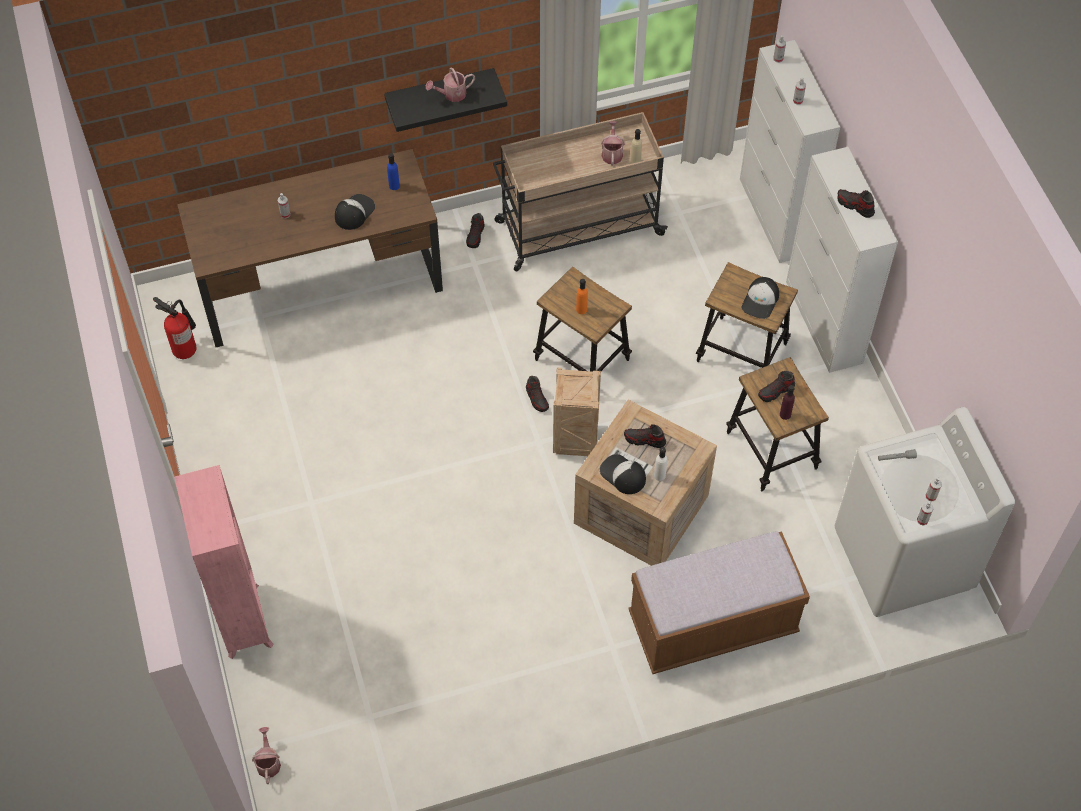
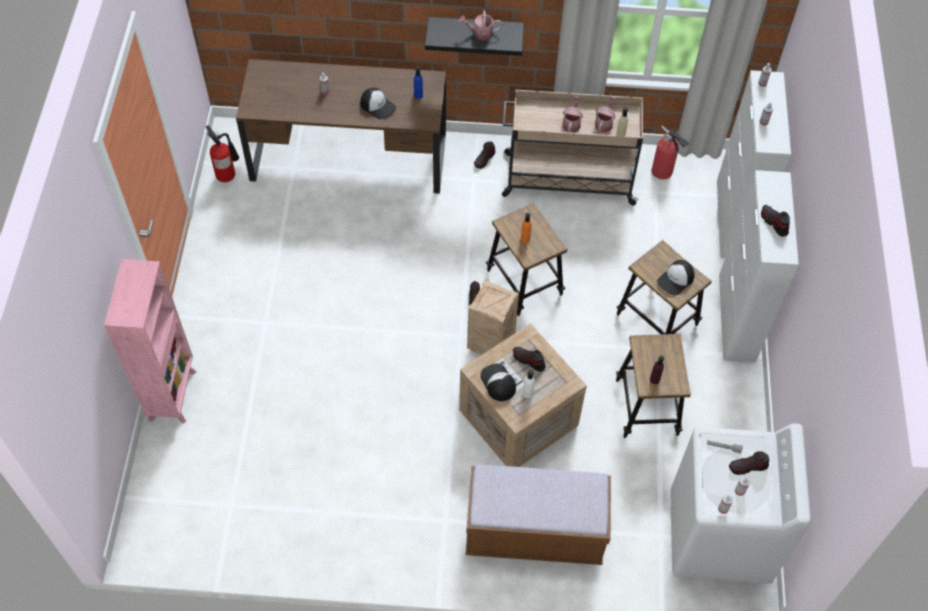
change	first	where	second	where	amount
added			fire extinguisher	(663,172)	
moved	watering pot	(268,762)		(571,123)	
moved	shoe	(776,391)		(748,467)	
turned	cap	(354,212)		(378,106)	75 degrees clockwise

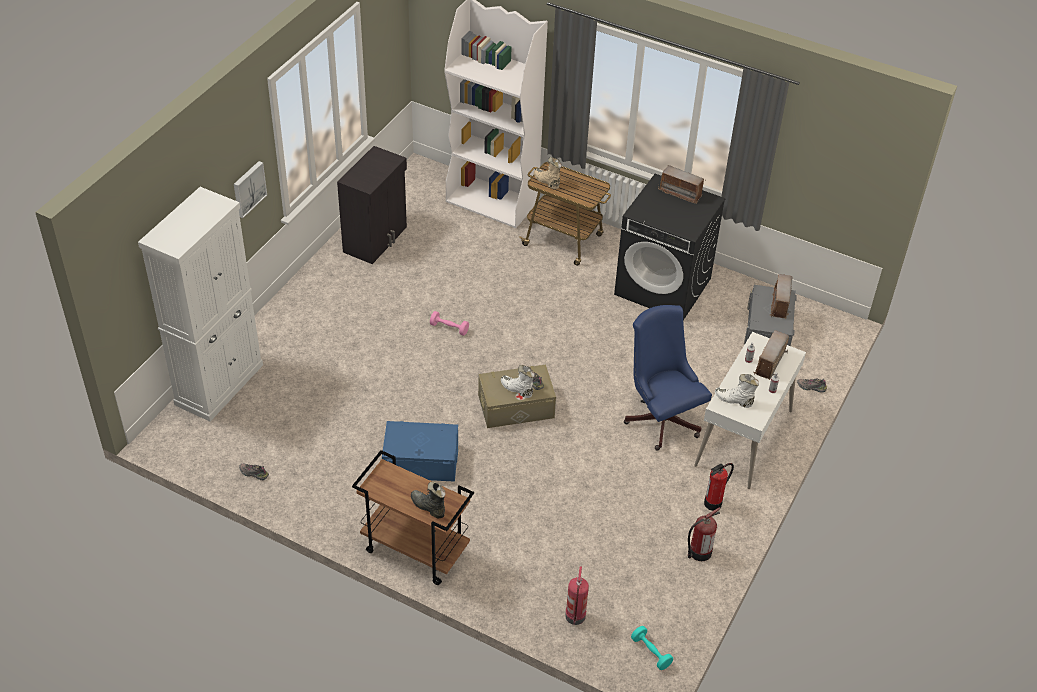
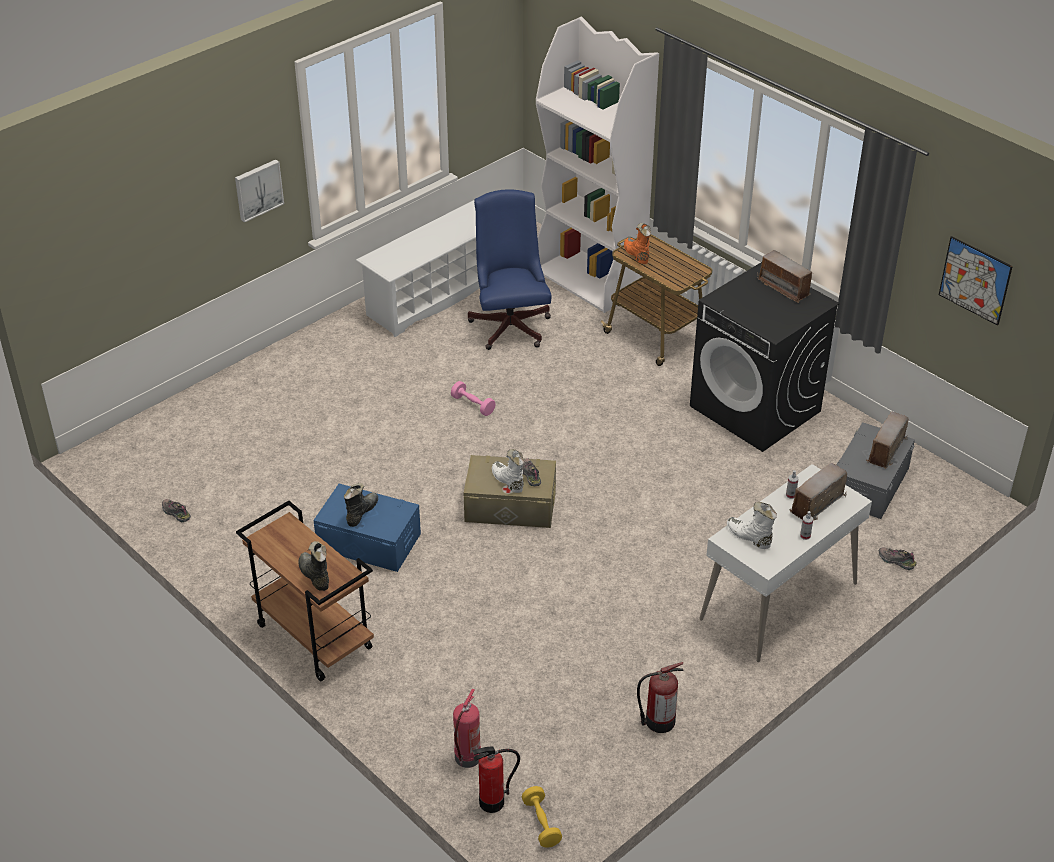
change	first	where	second	where	amount
removed	white-coloured cabinet	(219,384)			
added			black-coloured tall boot	(361,513)	
added			picture	(975,280)	
moved	blue office chair	(661,417)		(510,323)	
moved	fire extinguisher	(713,503)		(492,802)	
replaced	black-coloured cabinet	(376,239)	white-coloured shoe rack	(435,296)	
recoloured	beige tall boot	(546,181)	orangey tall boot	(636,254)	
recoloured	turquoise dumbbell	(651,652)	yellowish dumbbell	(541,823)	

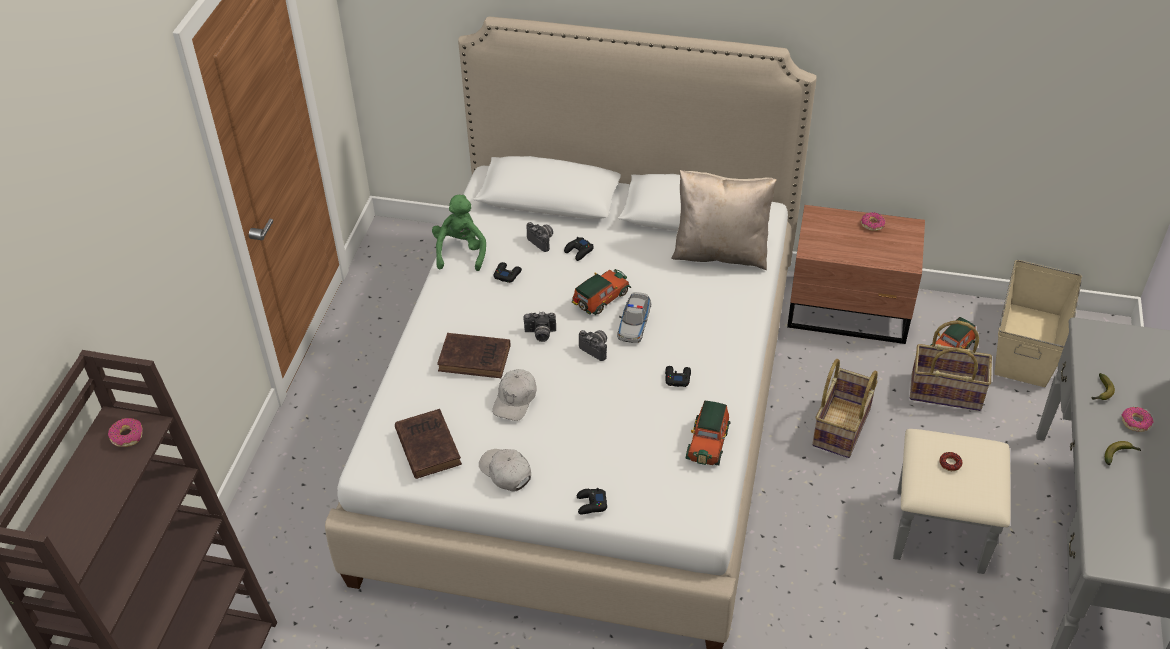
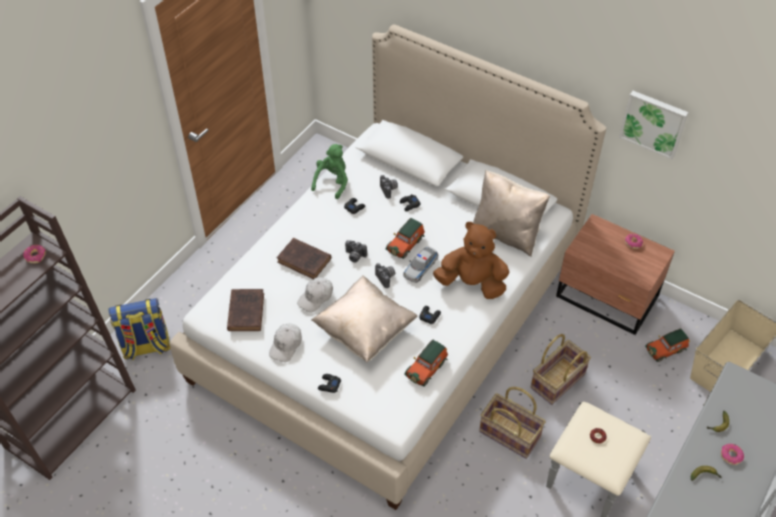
change	first	where	second	where	amount
added			knapsack	(146,347)	
added			beige throw pillow	(365,331)	
added			brown-coloured soft toy	(472,283)	
added			picture	(654,123)	
moved	household basket	(946,391)		(510,434)	
turned	white-coloured cap	(505,472)		(286,345)	135 degrees counterclockwise
turned	toy car	(600,299)		(406,244)	150 degrees clockwise

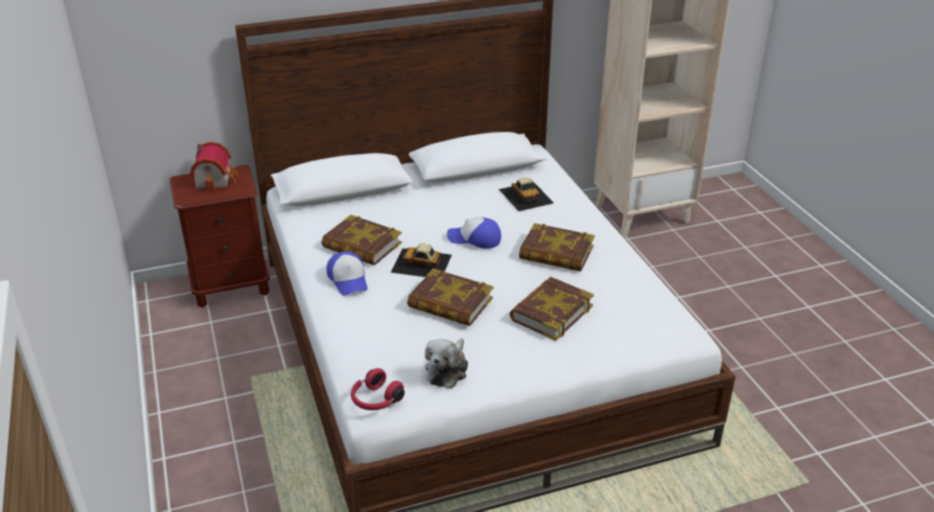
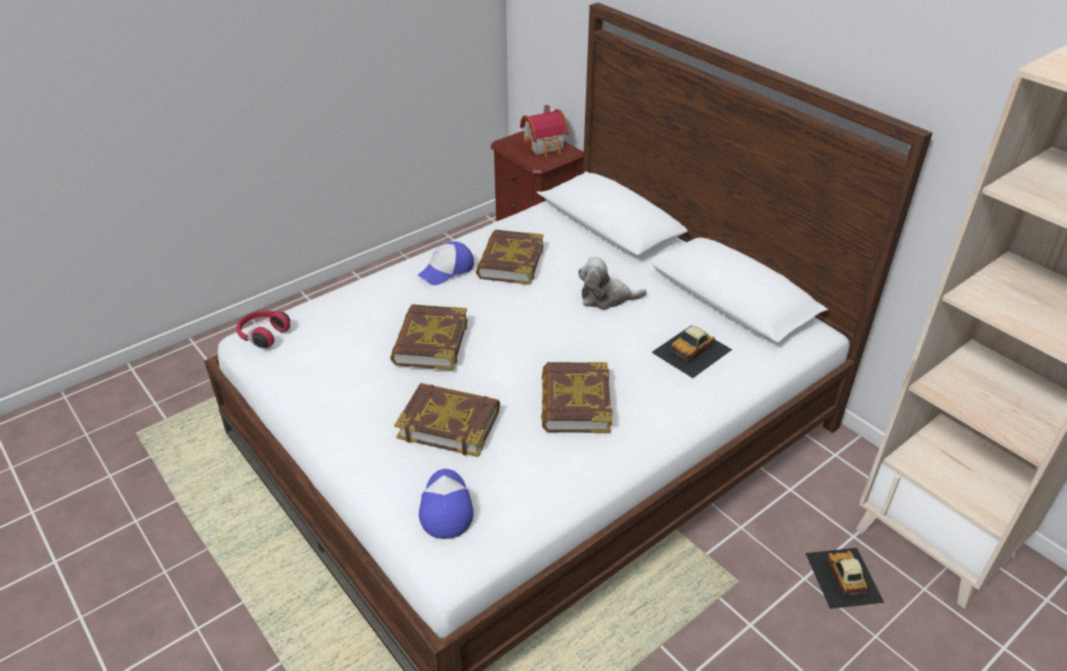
change	first	where	second	where	amount
moved	toy car	(421,263)		(843,577)	
moved	soft toy	(447,370)		(606,298)	
moved	cap	(474,239)		(445,507)	

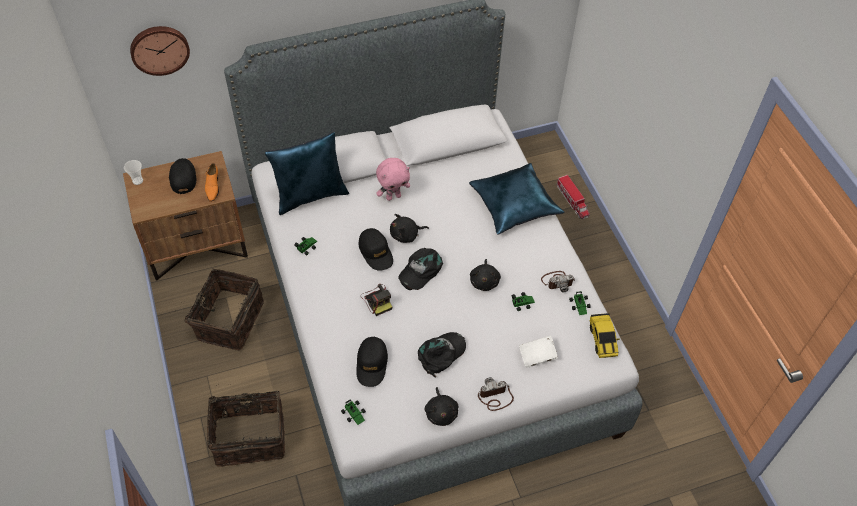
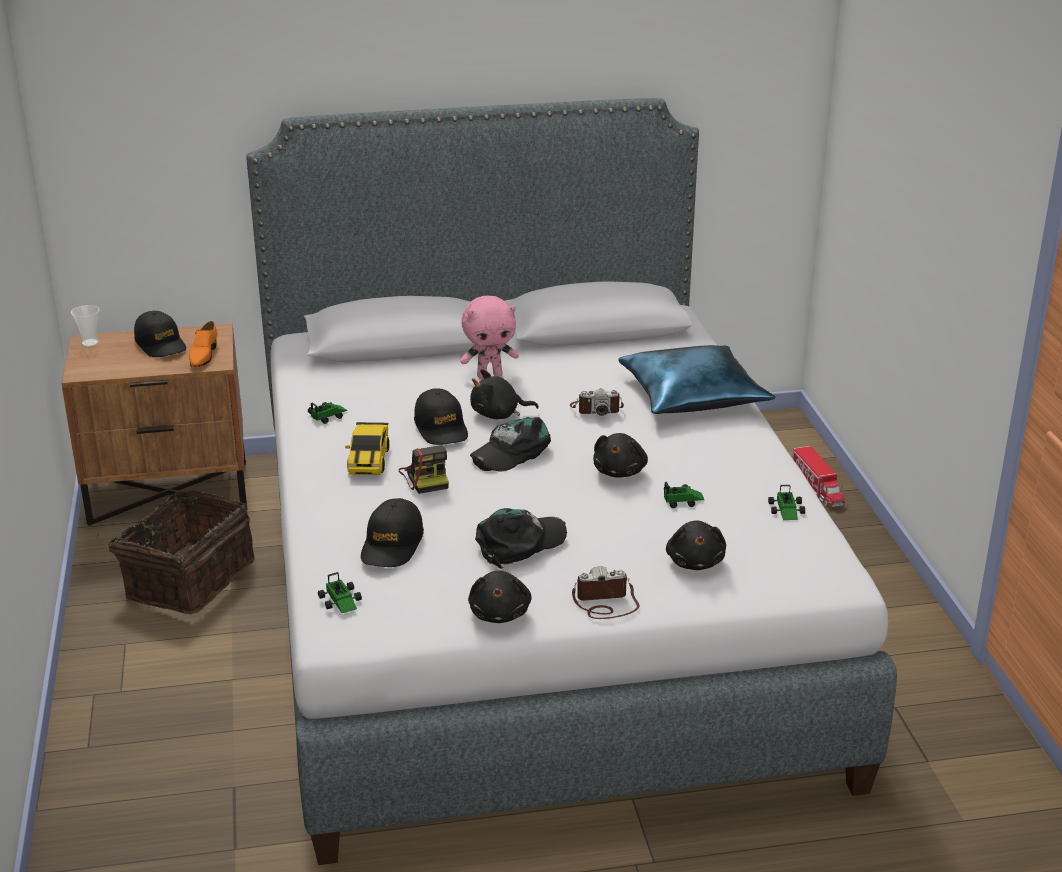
change	first	where	second	where	amount
removed	hanging clock	(159,49)			
removed	household basket	(250,436)			
removed	blue throw pillow	(310,195)			
moved	photo camera	(557,281)		(596,409)	
moved	toy car	(602,339)		(369,460)	
replaced	white-coloured bound book	(537,356)	black-coloured soft toy	(695,562)	
turned	black-coloured cap	(183,177)		(161,344)	150 degrees clockwise

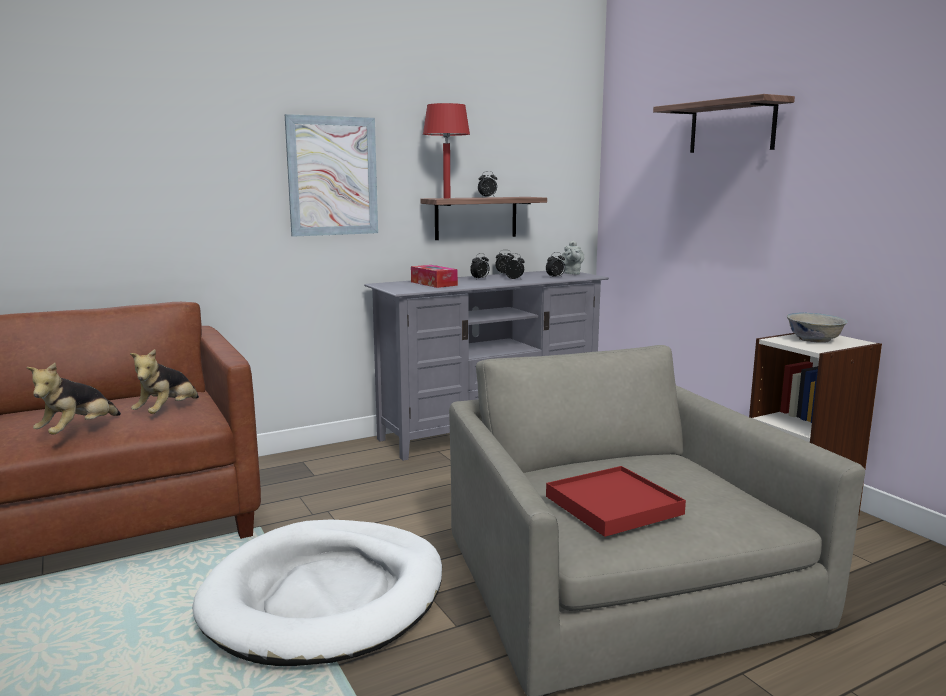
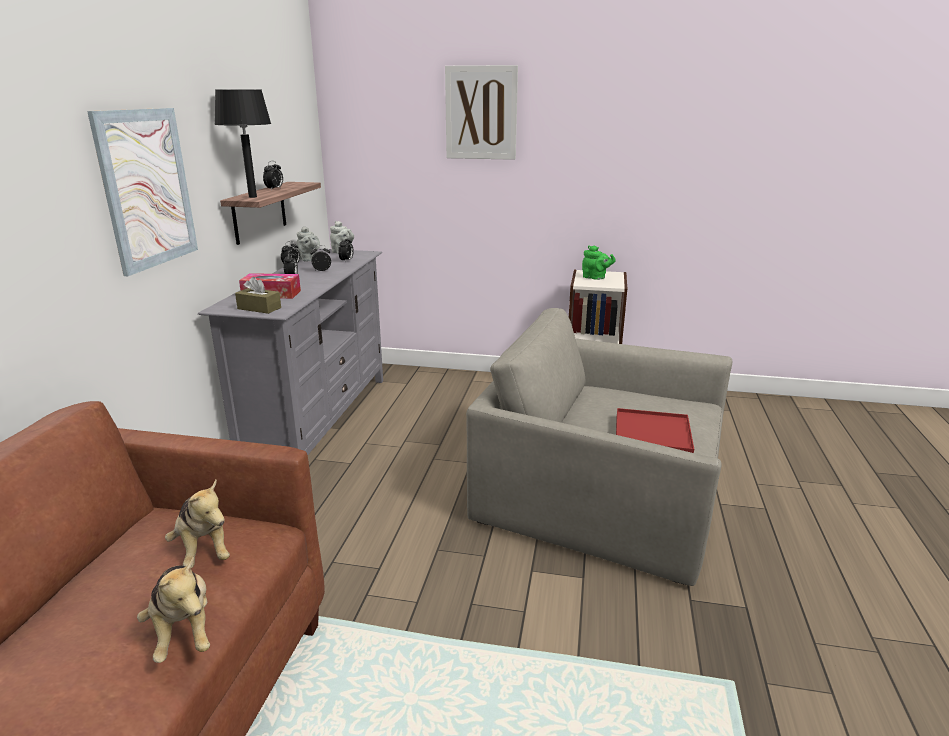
change	first	where	second	where	amount
removed	white-coloured dog bed	(326,596)			
added			brown-coloured tissue box	(259,308)	
added			grey teapot	(309,260)	
replaced	shelf	(732,127)	picture	(481,113)	
replaced	white-coloured bowl	(814,339)	green-coloured teapot	(595,278)	
recoloured	red tabletop lamp	(446,198)	black-coloured tabletop lamp	(253,197)	

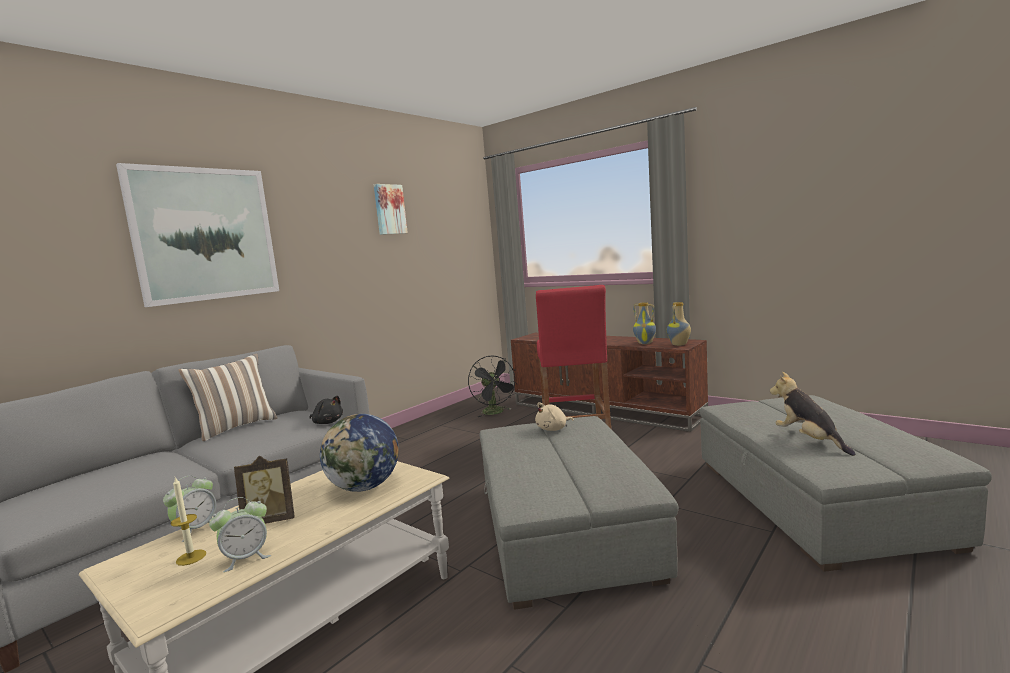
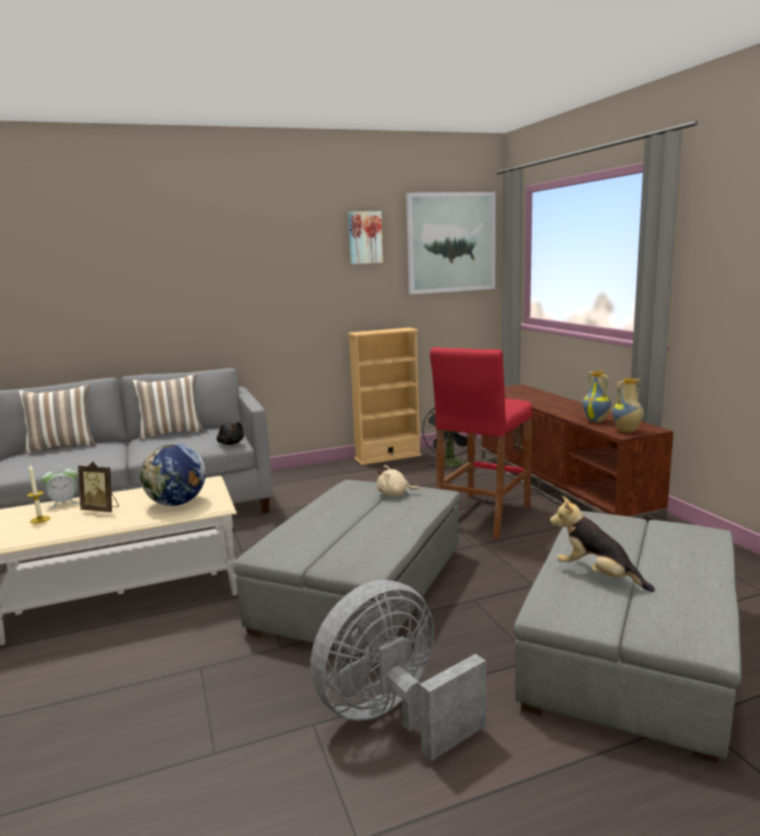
change	first	where	second	where	amount
removed	table clock	(246,558)			
added			throw pillow	(62,446)	
added			grey electric fan	(393,716)	
added			beige bookcase	(388,457)	
moved	picture	(205,234)		(451,242)	
turned	soft toy	(809,440)		(597,576)	60 degrees counterclockwise

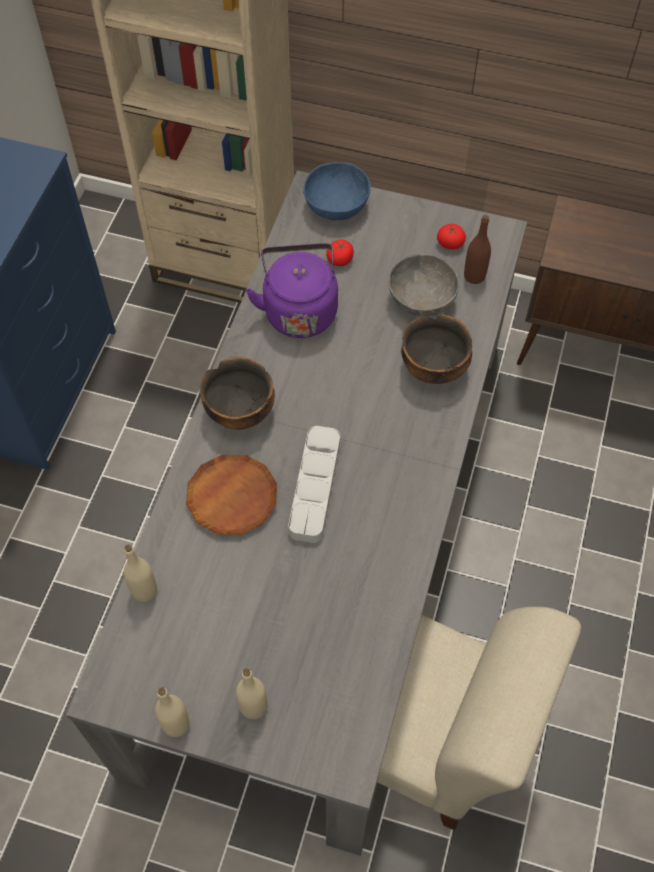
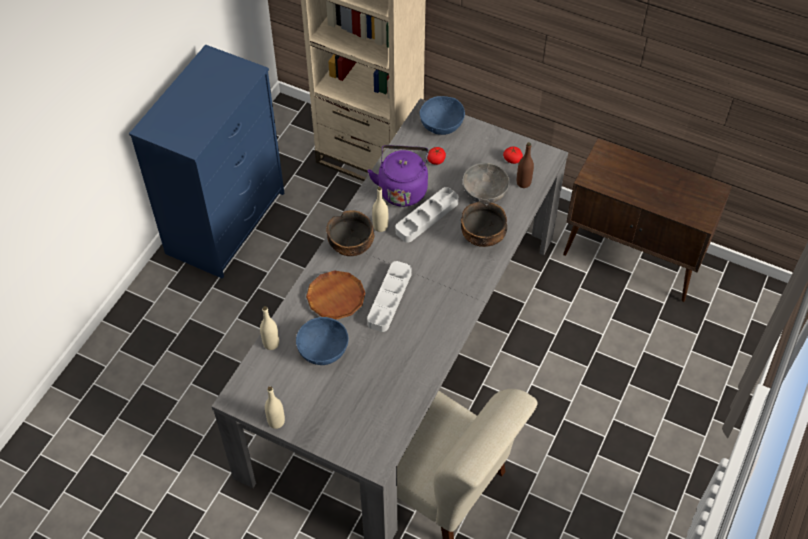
change	first	where	second	where	amount
added			blue bowl	(323,350)	
added			grey tray	(427,217)	
moved	beige drink bottle	(253,706)		(380,226)	

